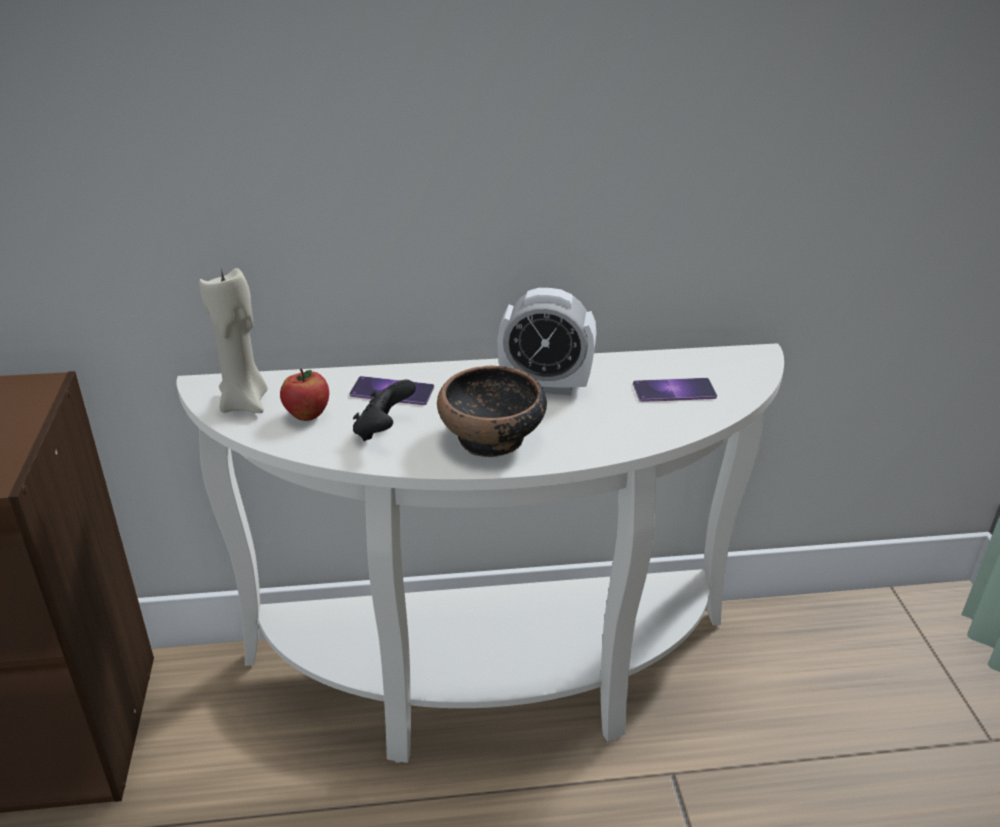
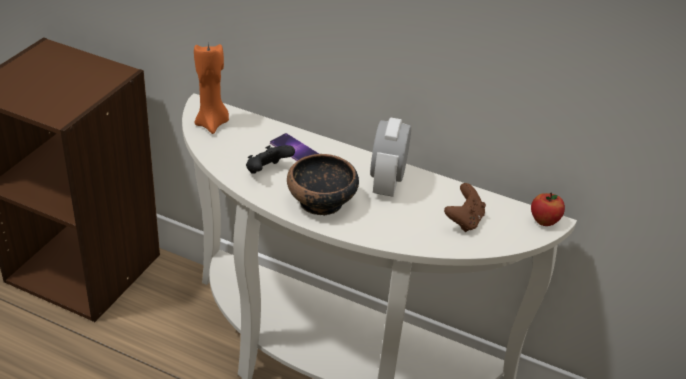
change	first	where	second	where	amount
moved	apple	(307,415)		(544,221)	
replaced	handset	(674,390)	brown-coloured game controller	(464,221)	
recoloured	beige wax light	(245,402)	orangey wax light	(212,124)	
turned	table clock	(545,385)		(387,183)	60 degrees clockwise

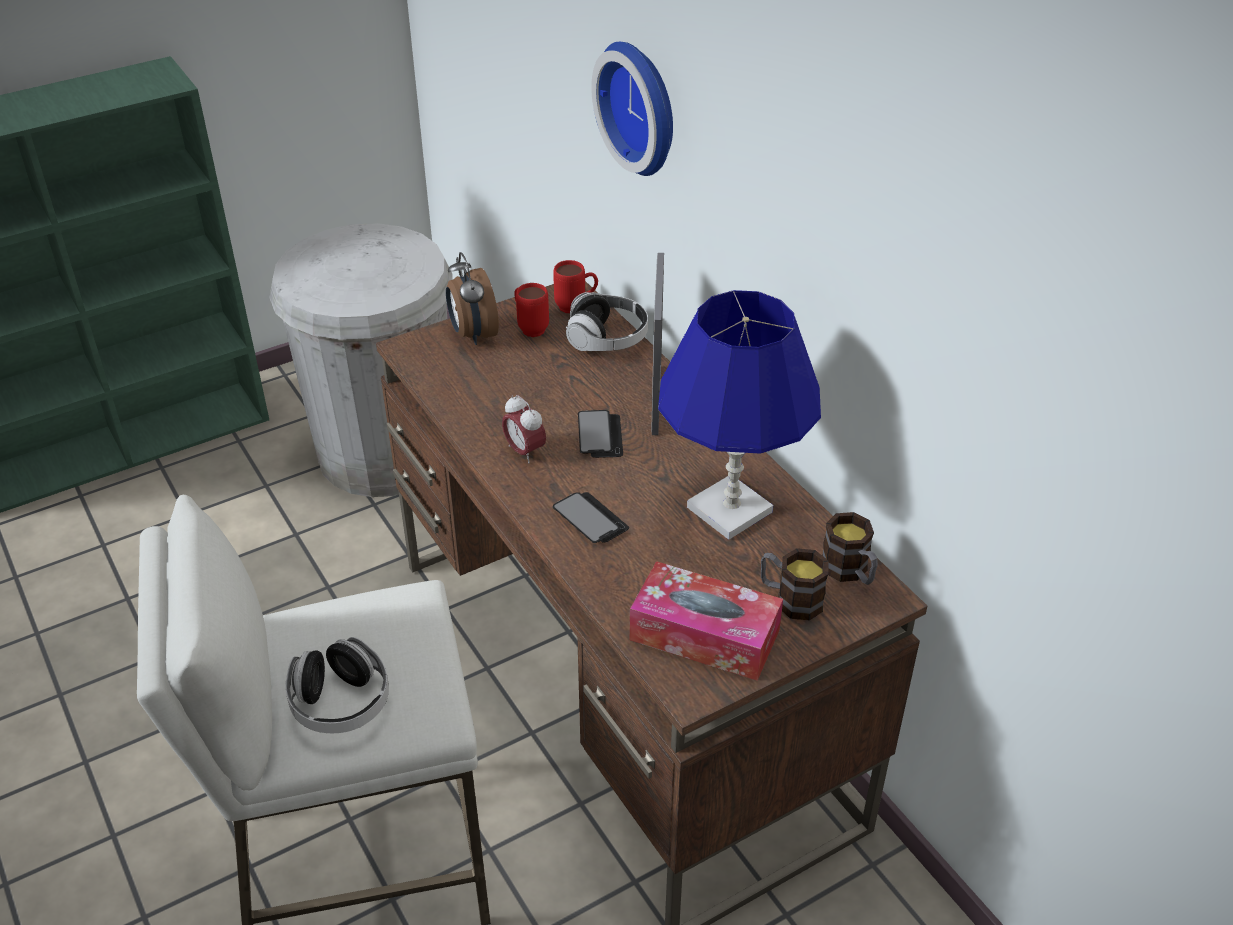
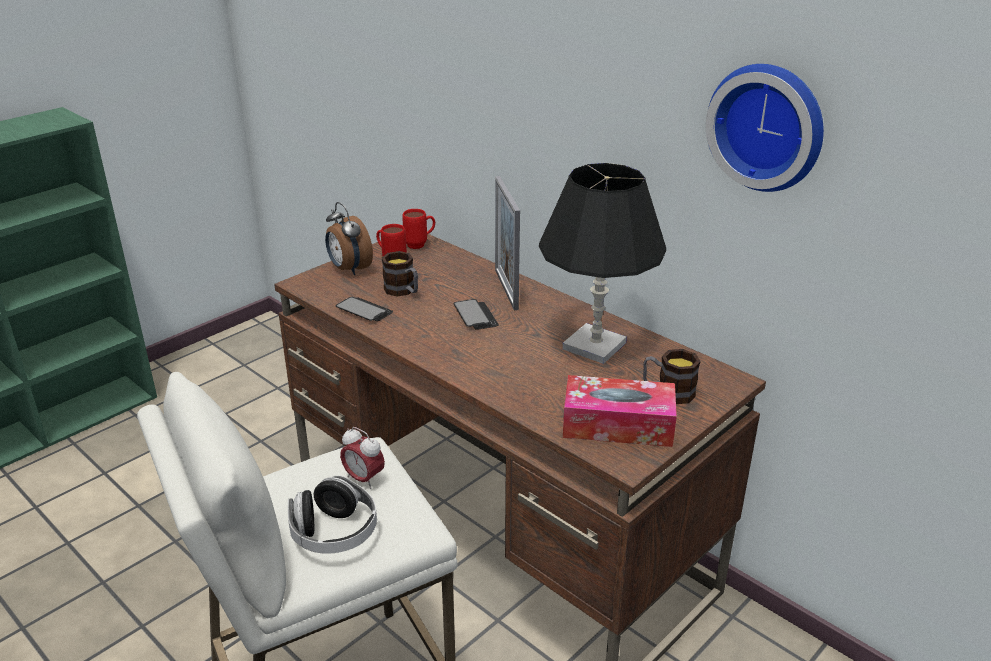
change	first	where	second	where	amount
removed	white-coloured rubbish bin	(386,451)			
removed	headset	(607,339)			
moved	table clock	(525,451)		(364,479)	
moved	handset	(590,519)		(364,311)	
moved	hanging clock	(643,106)		(768,126)	
moved	tea mug	(850,572)		(403,291)	
recoloured	blue tabletop lamp	(730,510)	black-coloured tabletop lamp	(595,346)	

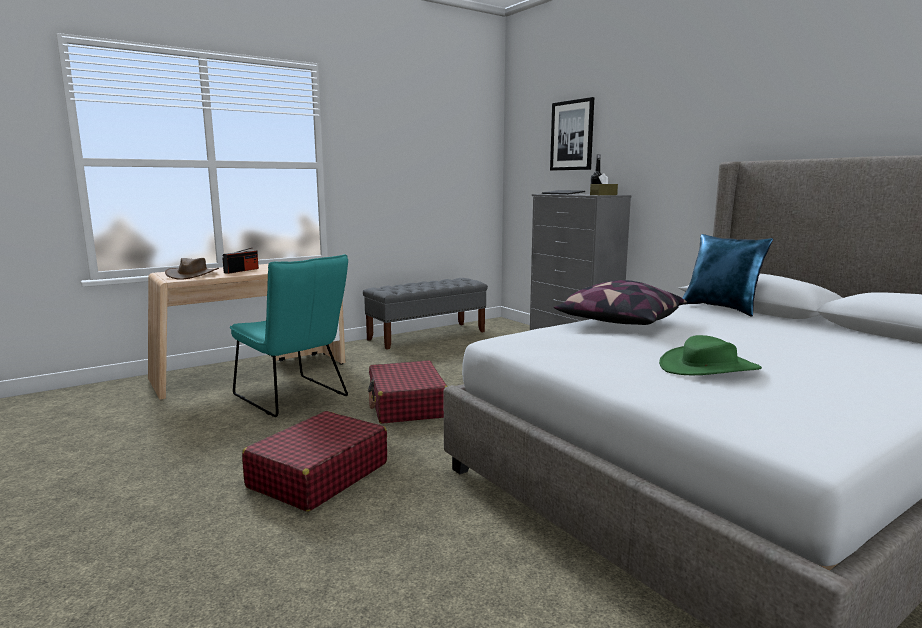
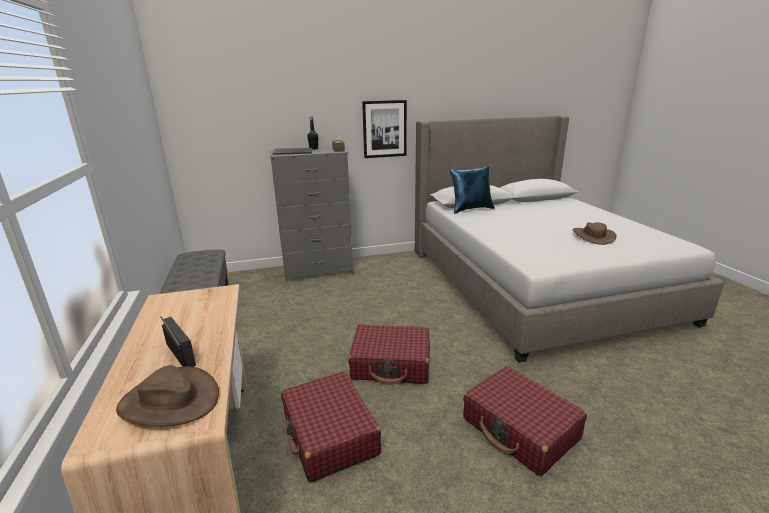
change	first	where	second	where	amount
removed	throw pillow	(619,324)			
moved	picture	(572,135)		(384,129)	
replaced	turquoise chair	(294,398)	red suitcase	(329,435)	
recoloured	green-coloured clothing hat	(709,368)	brown-coloured clothing hat	(593,236)	

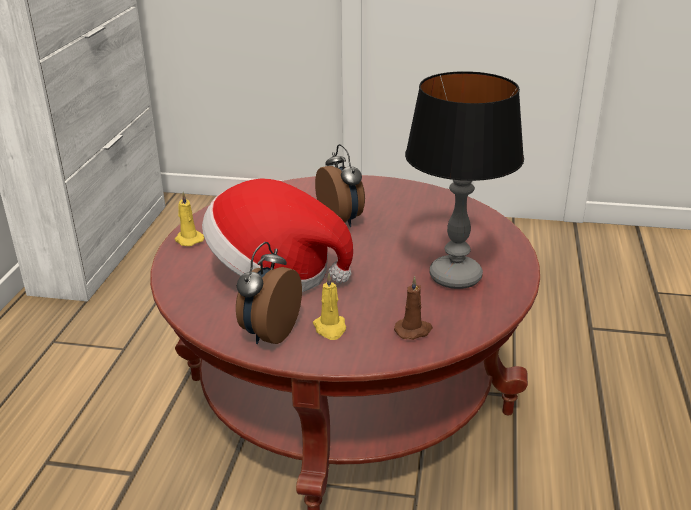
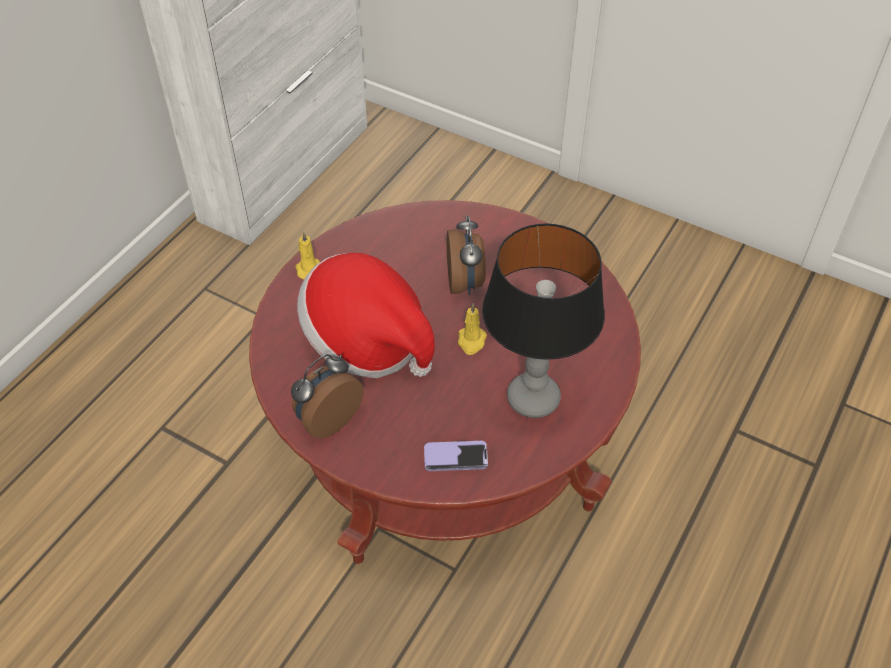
change	first	where	second	where	amount
moved	yellowish wax light	(330,328)		(471,341)	
replaced	brown-coloured wax light	(414,330)	handset	(455,457)	

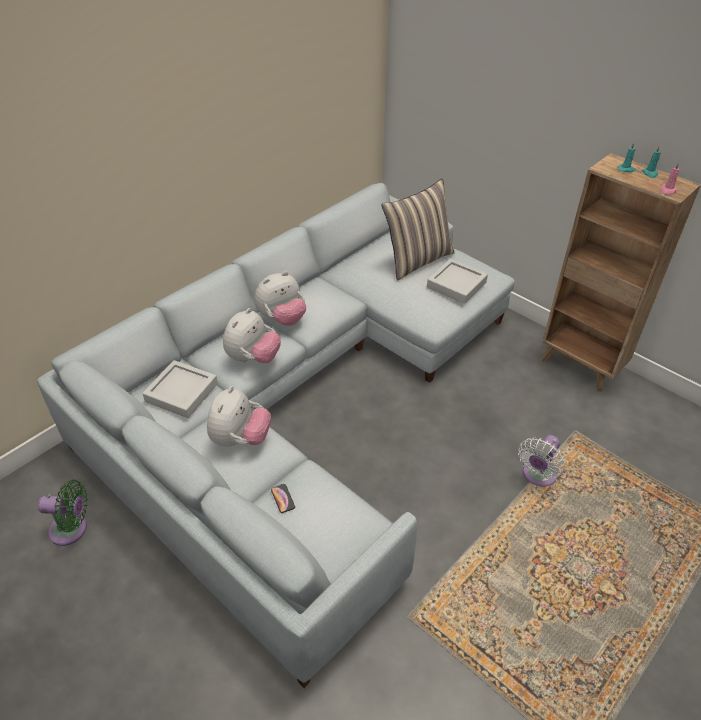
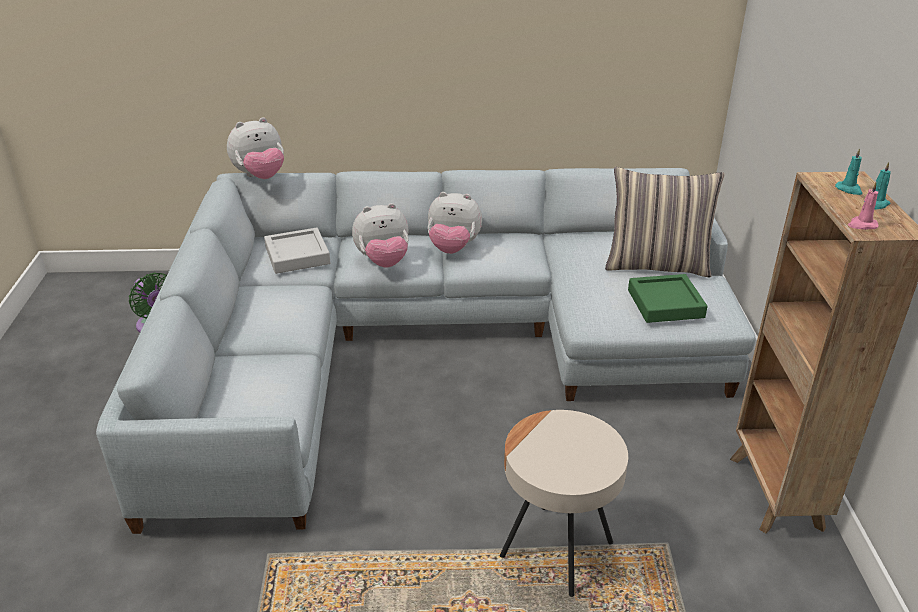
change	first	where	second	where	amount
removed	handset	(283,498)			
moved	soft toy	(240,439)		(260,177)	
replaced	white-coloured electric fan	(537,476)	beige accent table	(556,549)	
recoloured	grey tray	(456,285)	green-coloured tray	(665,304)	

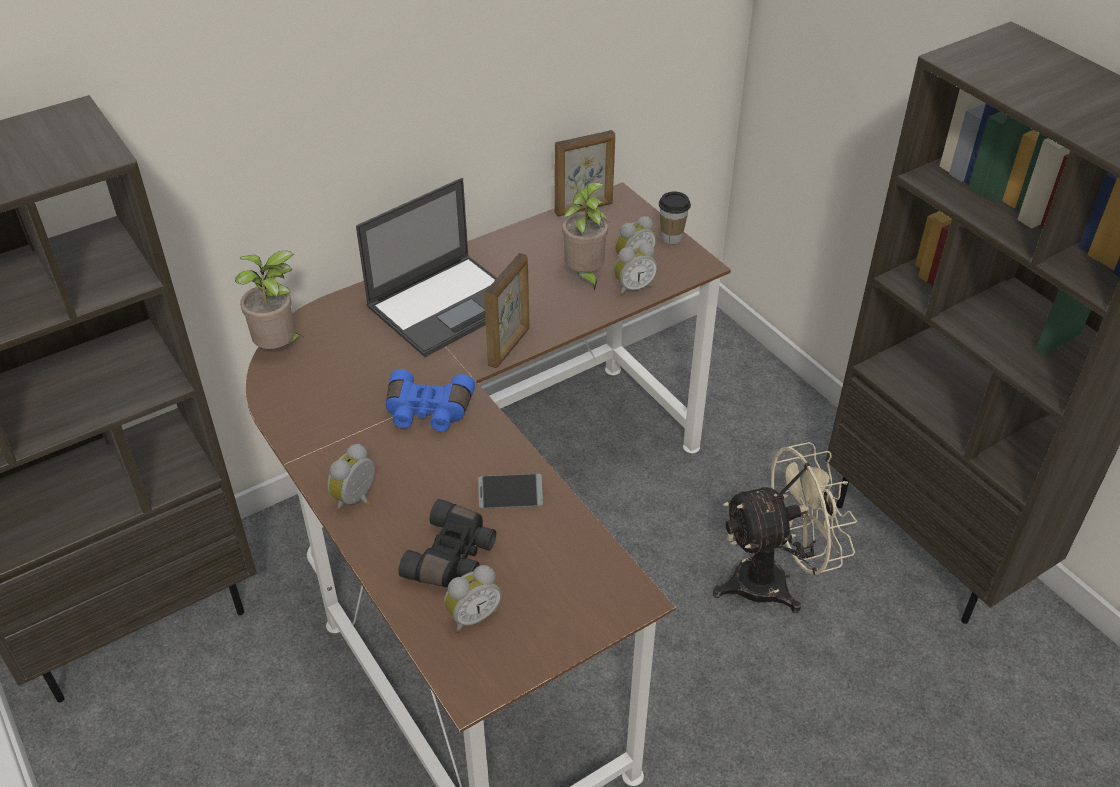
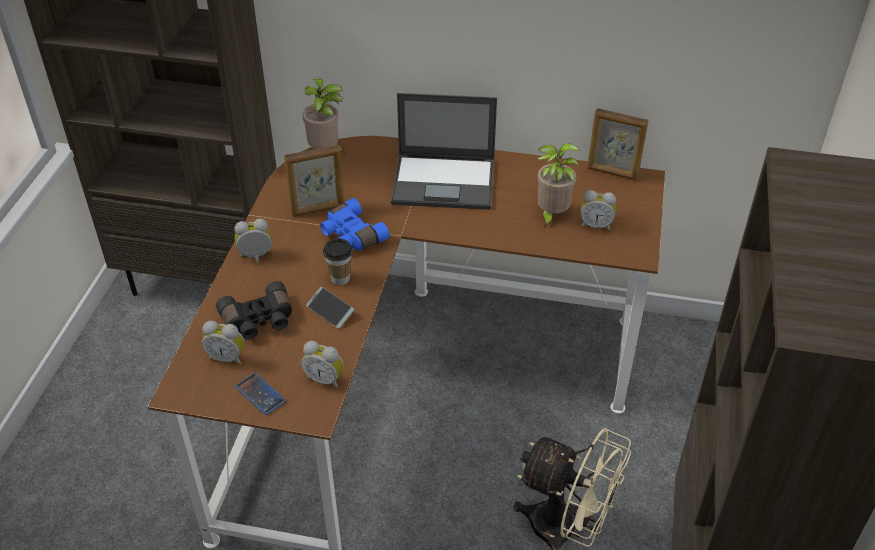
change	first	where	second	where	amount
added			handset	(260,394)	
moved	standing frame	(509,346)		(318,210)	
moved	table clock	(633,287)		(325,379)	
moved	drinking cup	(671,238)		(340,279)	

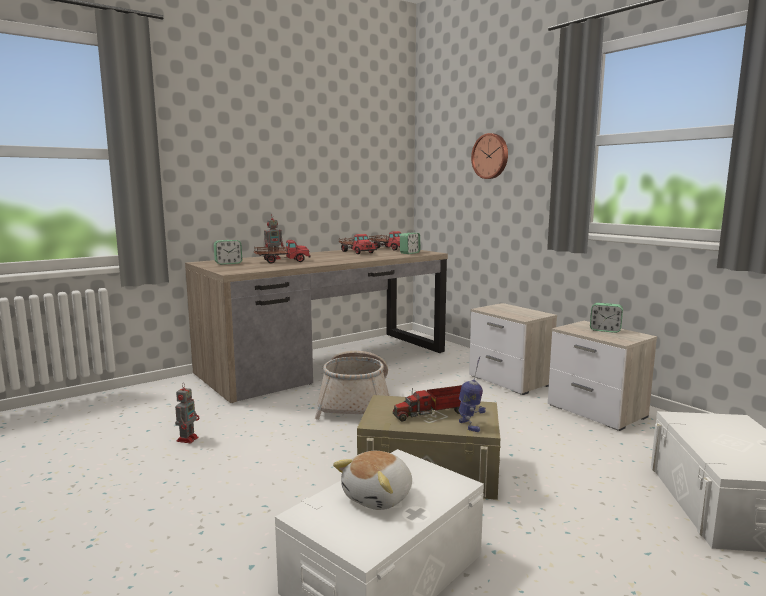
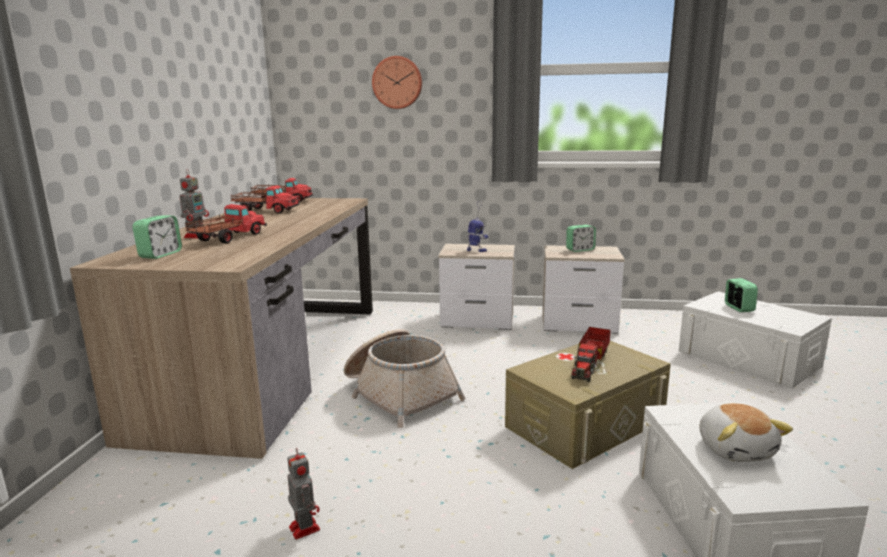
change	first	where	second	where	amount
moved	table clock	(410,253)		(738,308)	
moved	model robot	(470,426)		(476,250)	

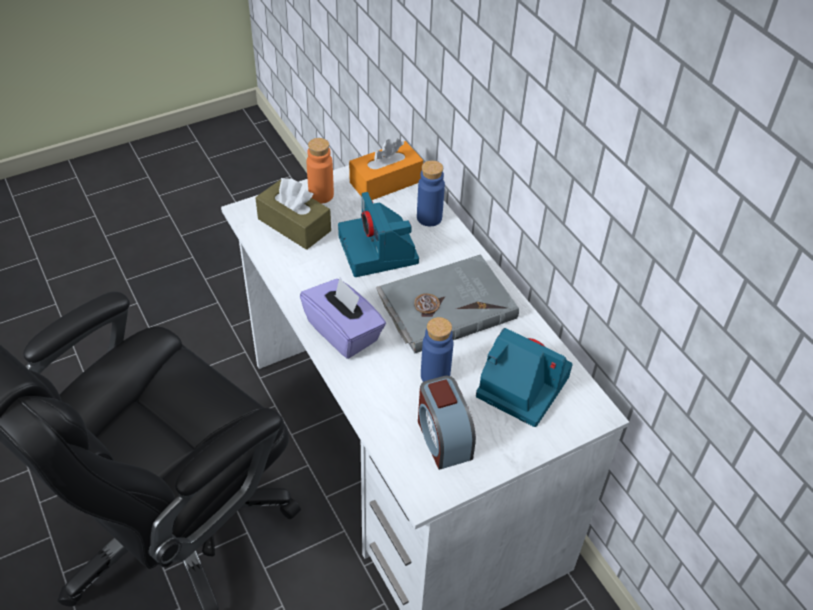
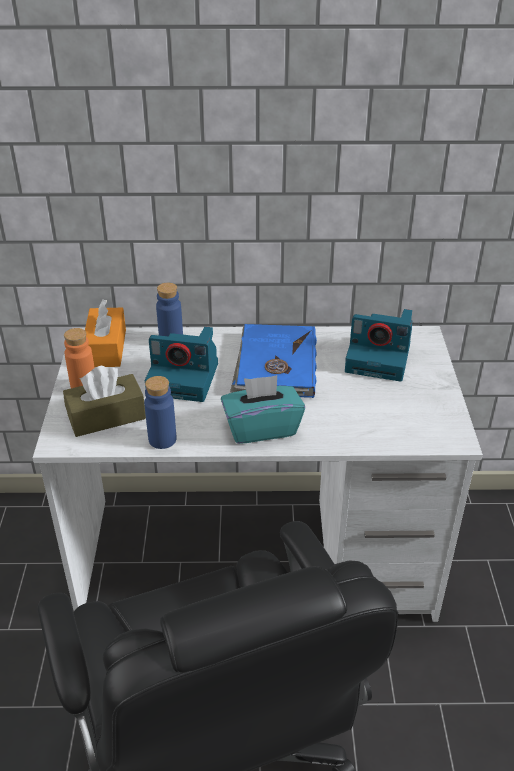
change	first	where	second	where	amount
removed	table clock	(443,437)			
moved	blue drink bottle	(435,376)		(162,439)	
recoloured	purplish tissue box	(344,332)	turquoise tissue box	(261,428)	
recoloured	grey bound book	(445,306)	blue bound book	(275,365)	
turned	photo camera	(520,386)		(379,358)	135 degrees counterclockwise

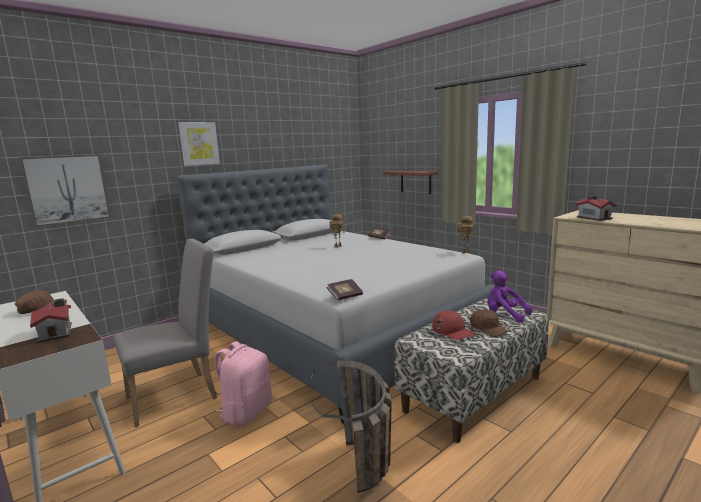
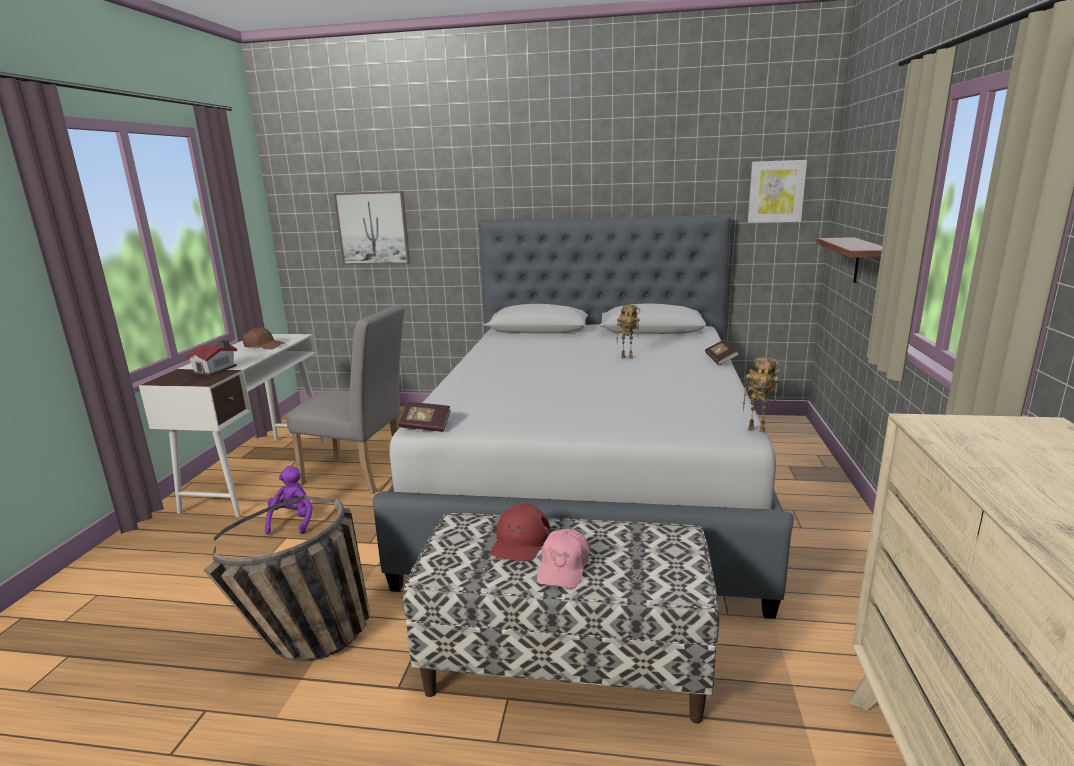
change	first	where	second	where	amount
removed	pinkish knapsack	(246,412)			
removed	toy house	(594,218)			
moved	picture	(199,143)		(776,191)	
moved	purplish soft toy	(504,315)		(293,521)	
recoloured	brown-coloured cap	(488,329)	pinkish cap	(564,567)	

